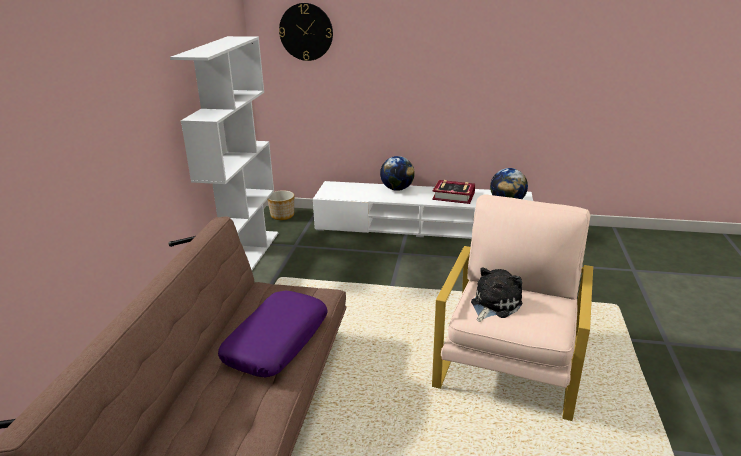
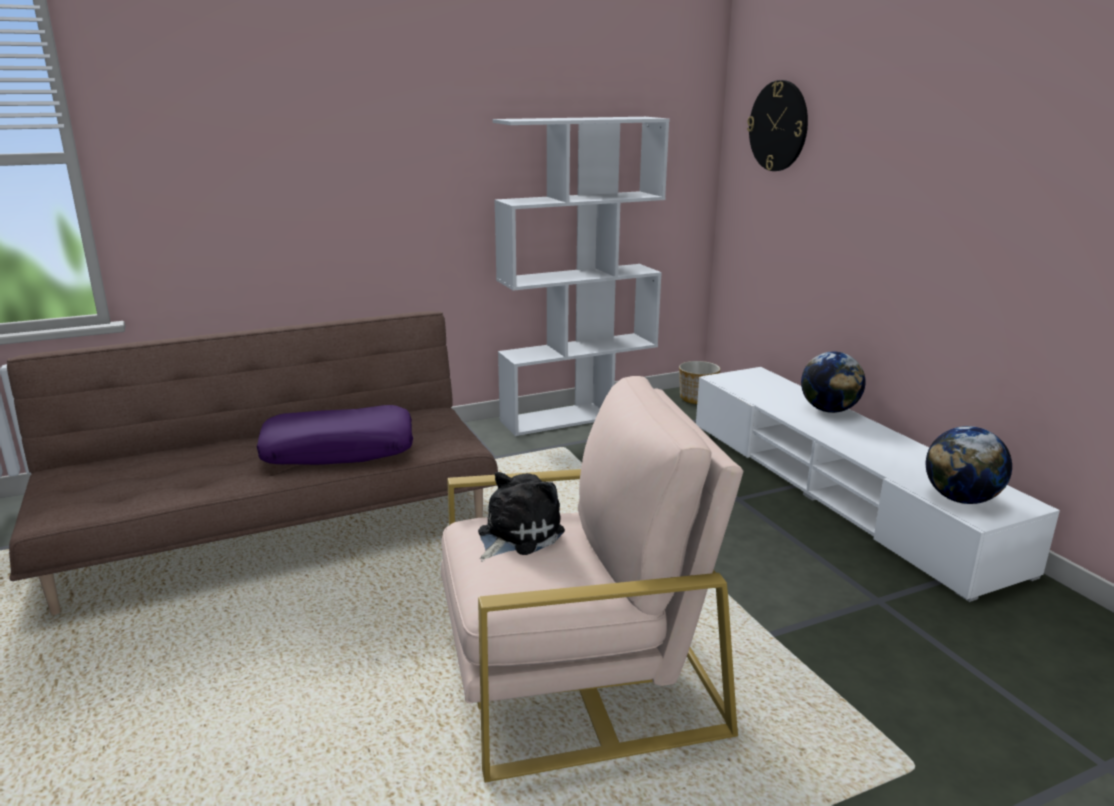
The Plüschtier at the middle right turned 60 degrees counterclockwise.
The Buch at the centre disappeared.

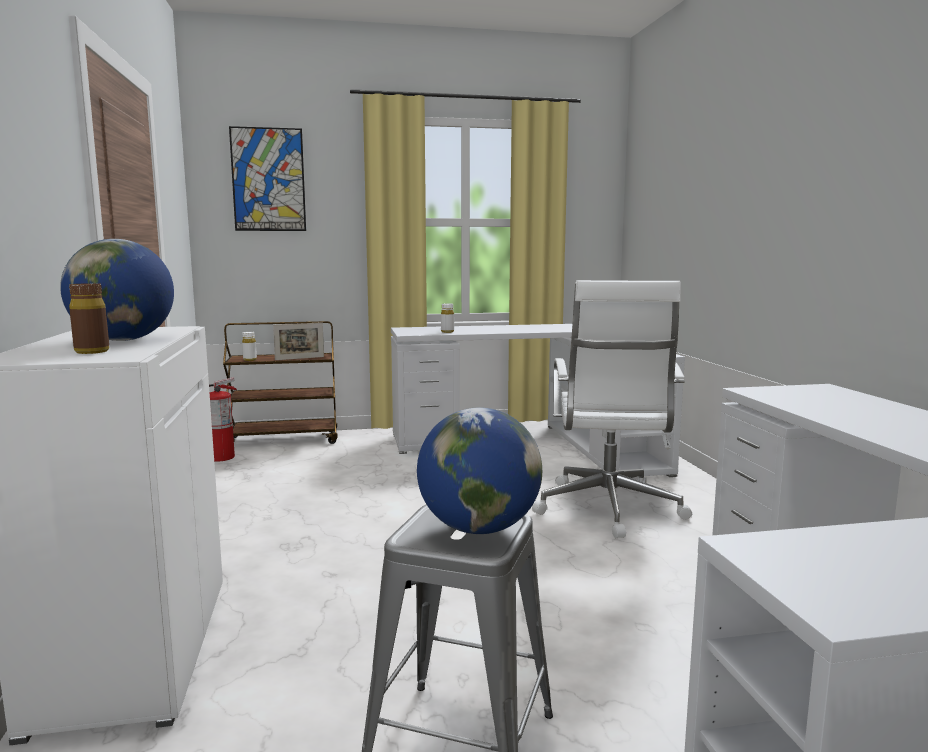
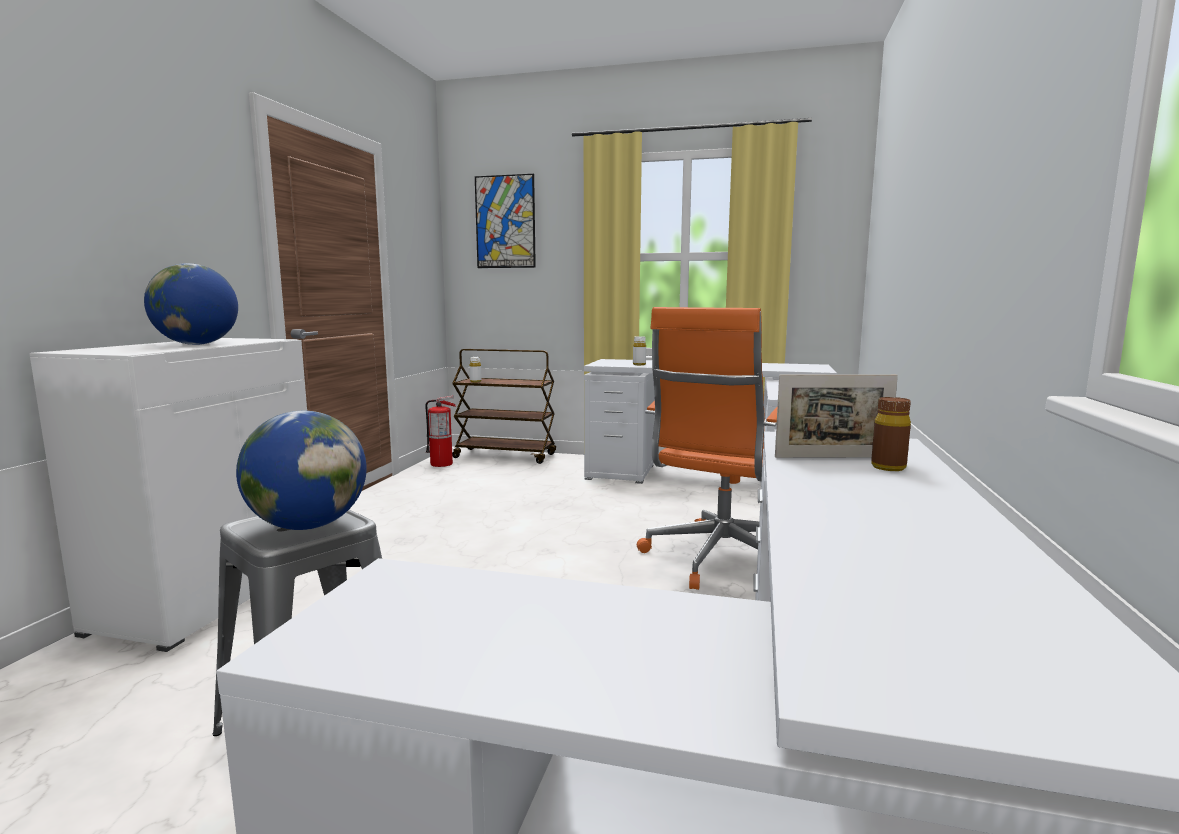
The Bürostuhl [weiß] at the centre became the Bürostuhl [orange] at the centre.
The Bilderrahmen moved from the middle left to the middle right.
The Flasche [braun] moved from the middle left to the middle right.

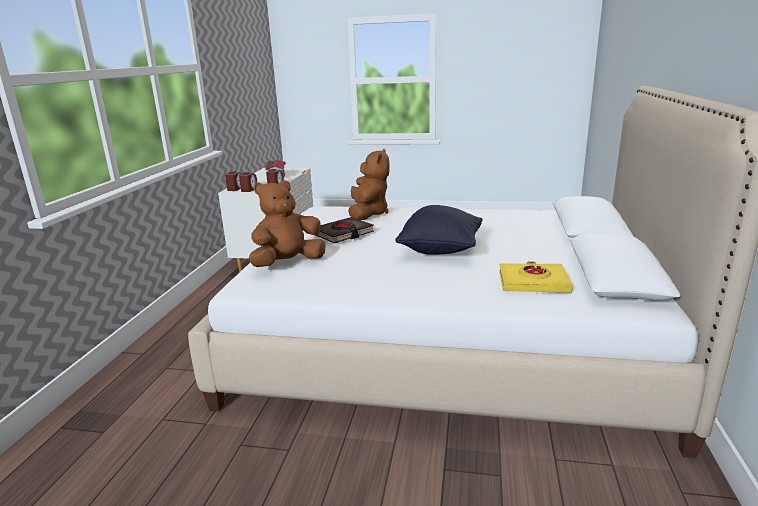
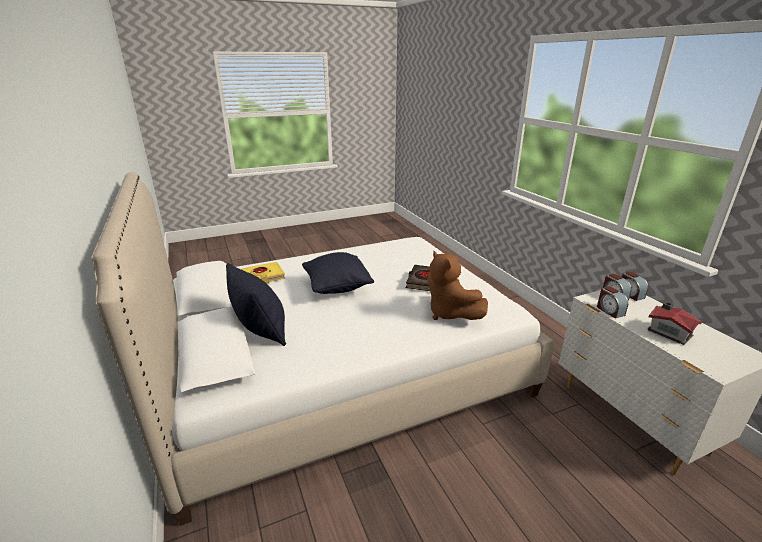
The Kissen [schwarz] (no. 1 from left) at the centre appeared.
The Plüschtier [braun] (no. 1 from left) at the centre disappeared.

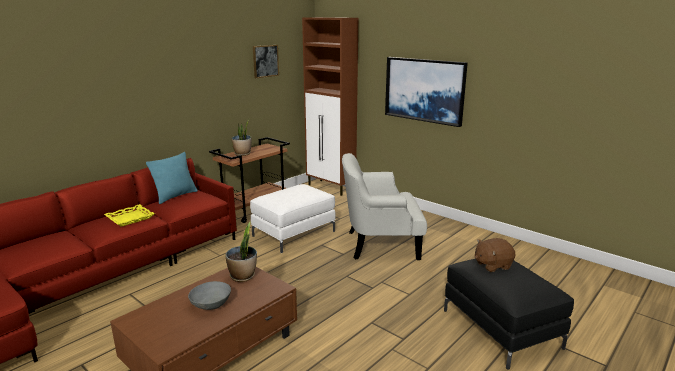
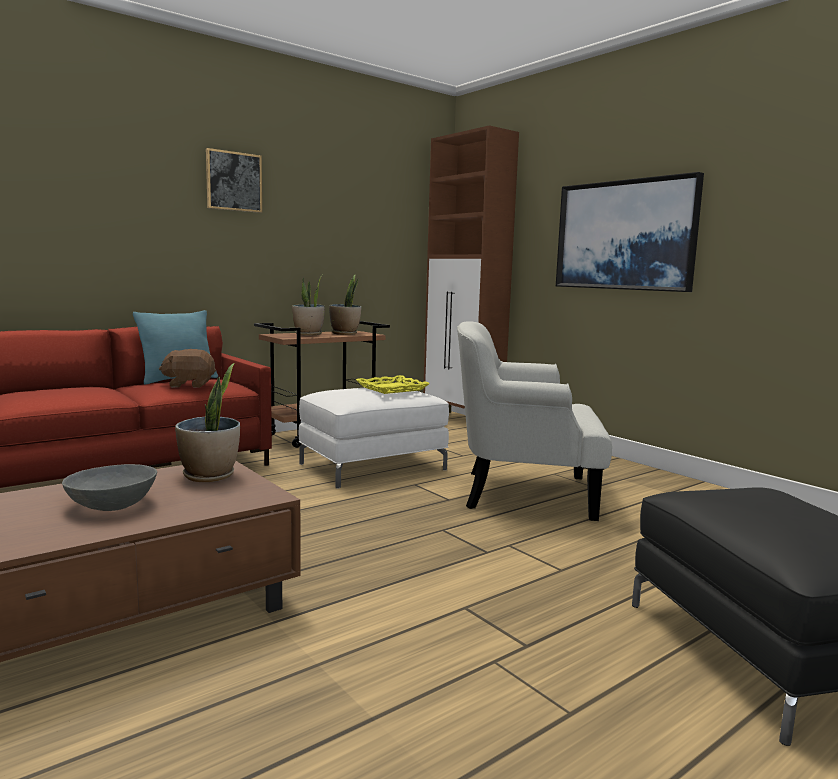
The Plüschtier [braun] moved from the bottom right to the middle left.
The Bild (no. 1 from left) moved from the top centre to the top left.
The Topfpflanze (no. 3 from left) at the centre appeared.
The Tablett [gelb] moved from the middle left to the centre.

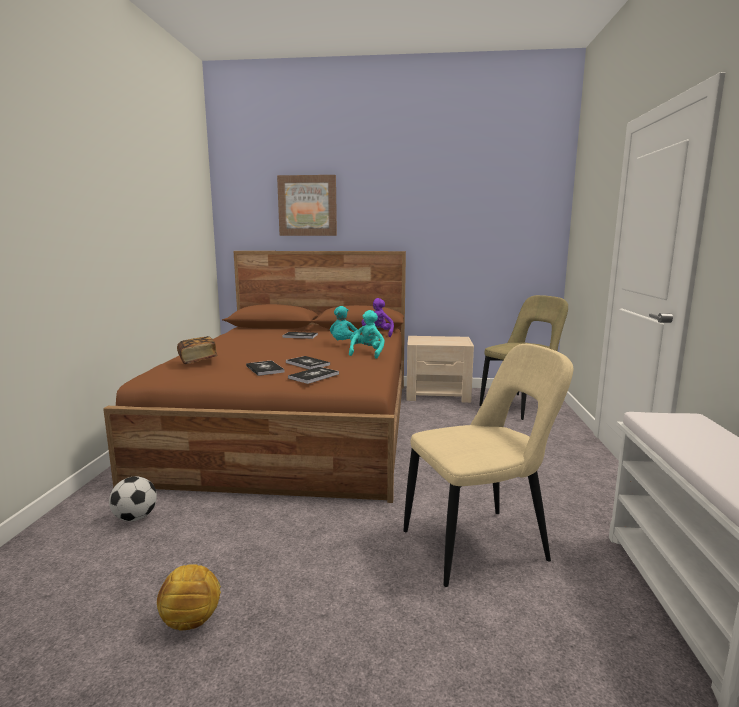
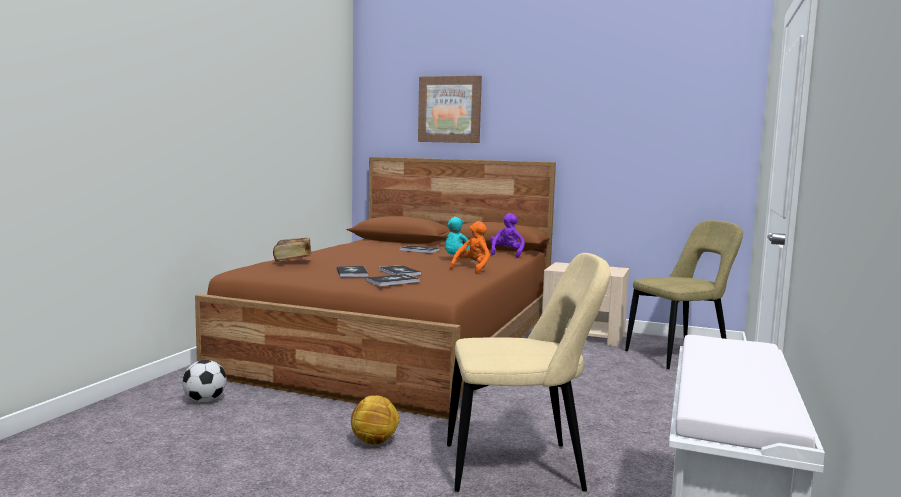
The Fußball (no. 2 from left) moved from the bottom left to the bottom centre.
The Plüschtier [türkis] (no. 2 from left) at the centre became the Plüschtier [orange] at the centre.

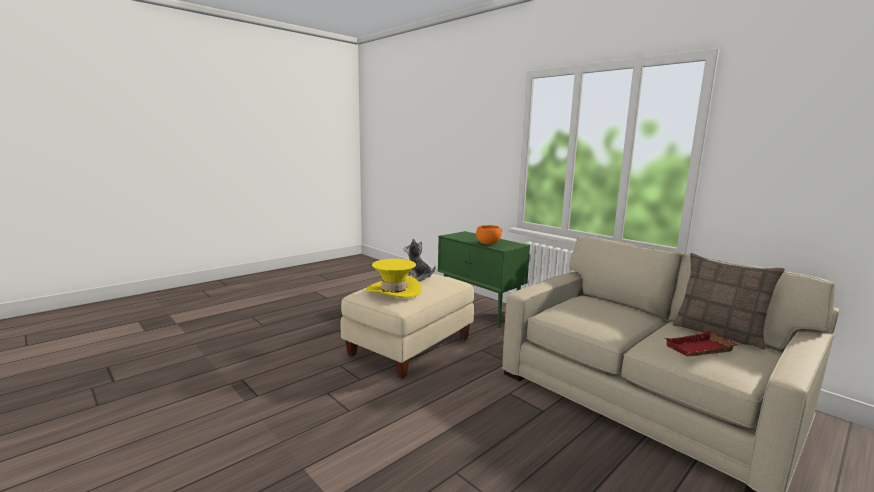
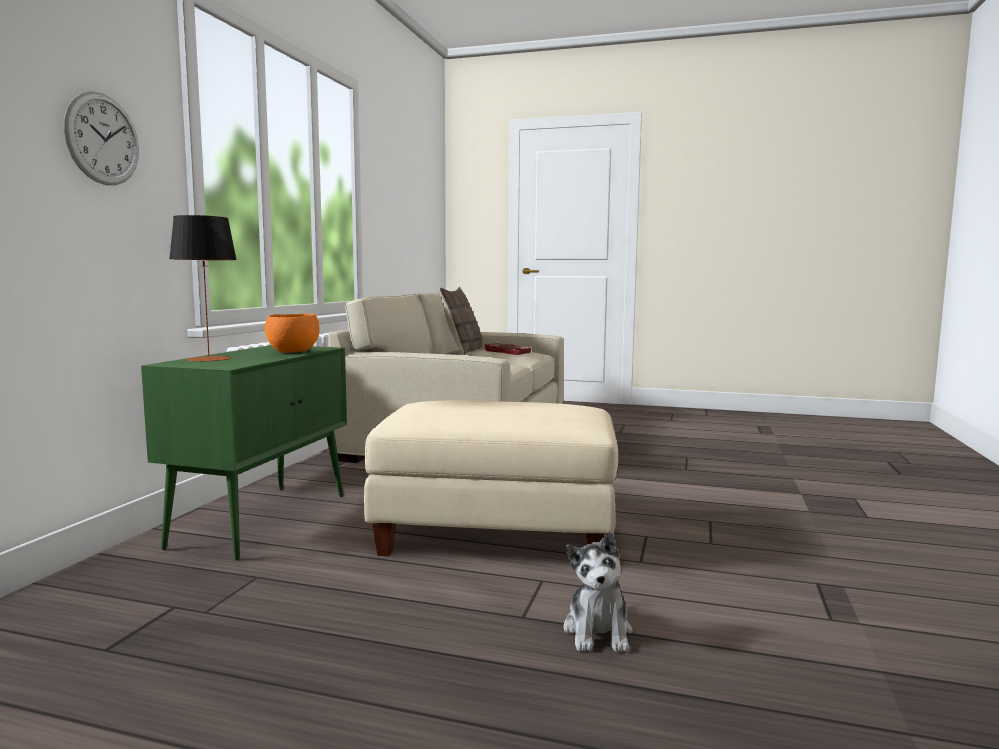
The Wanduhr at the top left appeared.
The Tischlampe at the middle left appeared.
The Plüschtier moved from the centre to the bottom centre.
The Hut [gelb] at the centre disappeared.

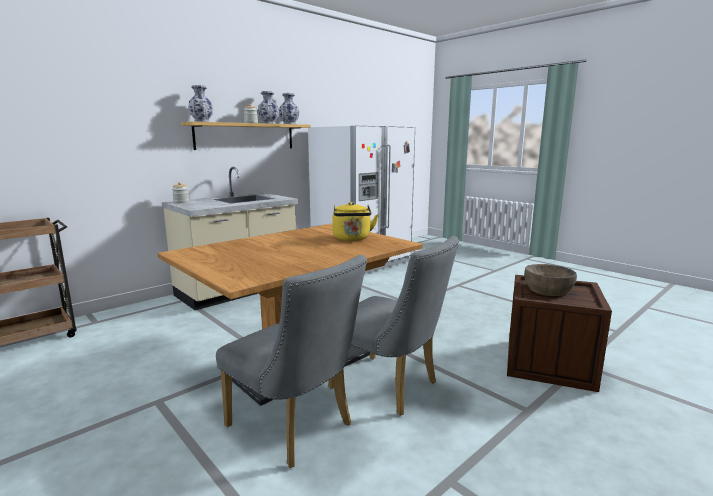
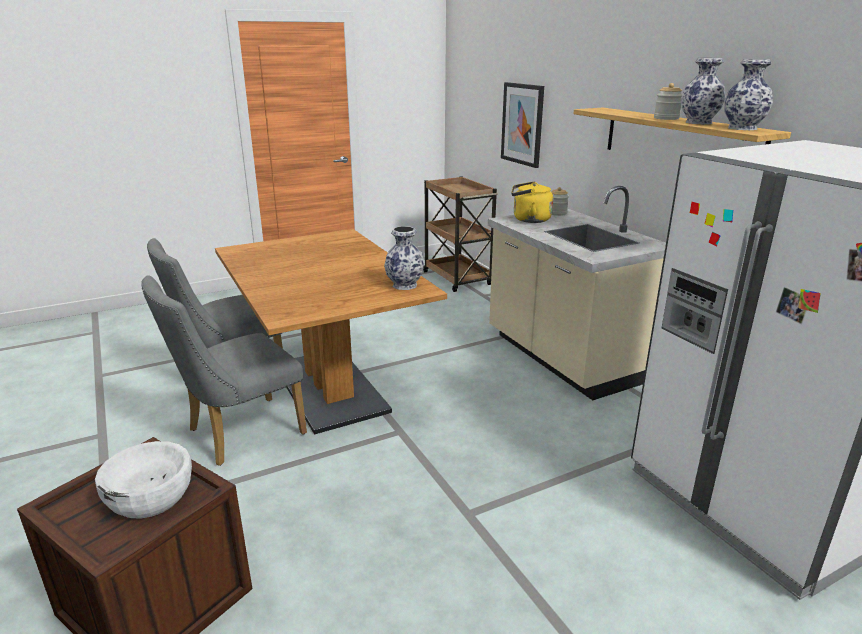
The Schüssel [braun] at the middle right became the Schüssel [weiß] at the bottom left.
The Vase (no. 1 from left) moved from the top left to the centre.
The Bild at the top centre appeared.
The Wasserkessel [gelb] moved from the centre to the top centre.

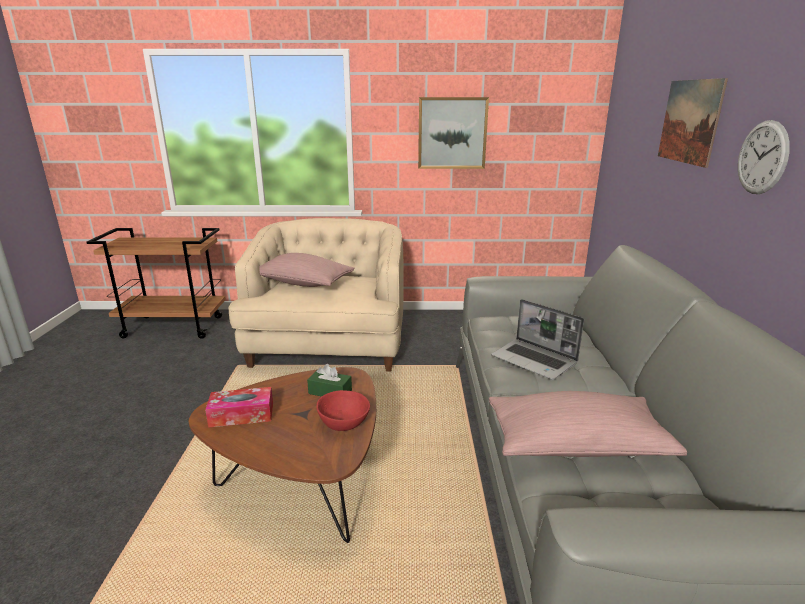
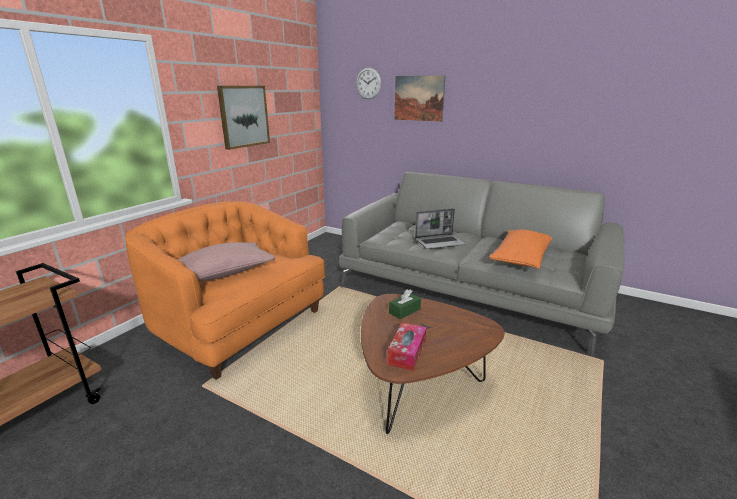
The Sessel [beige] at the centre became the Sessel [orange] at the middle left.
The Wanduhr moved from the top right to the top centre.
The Kissen [rosa] (no. 2 from left) at the bottom right became the Kissen [orange] at the middle right.
The Schüssel [rot] at the bottom centre disappeared.

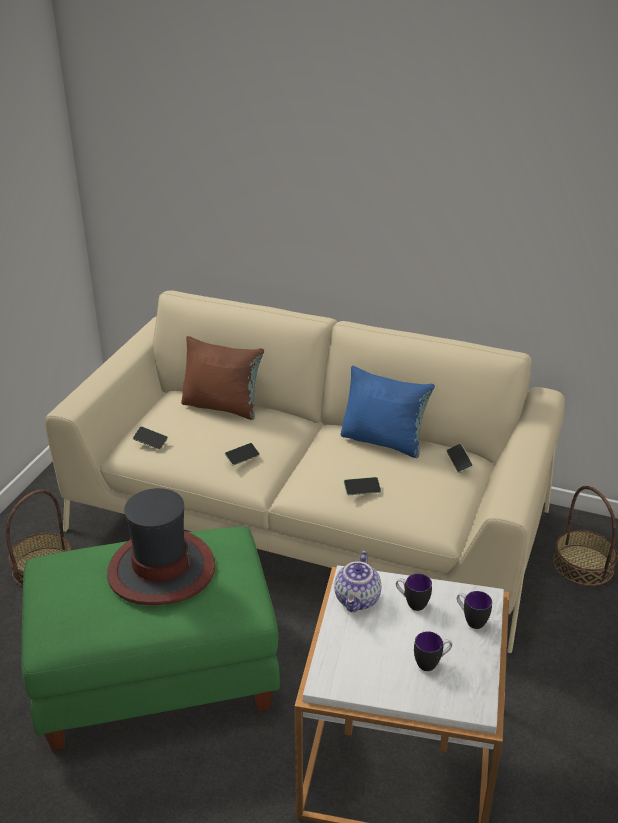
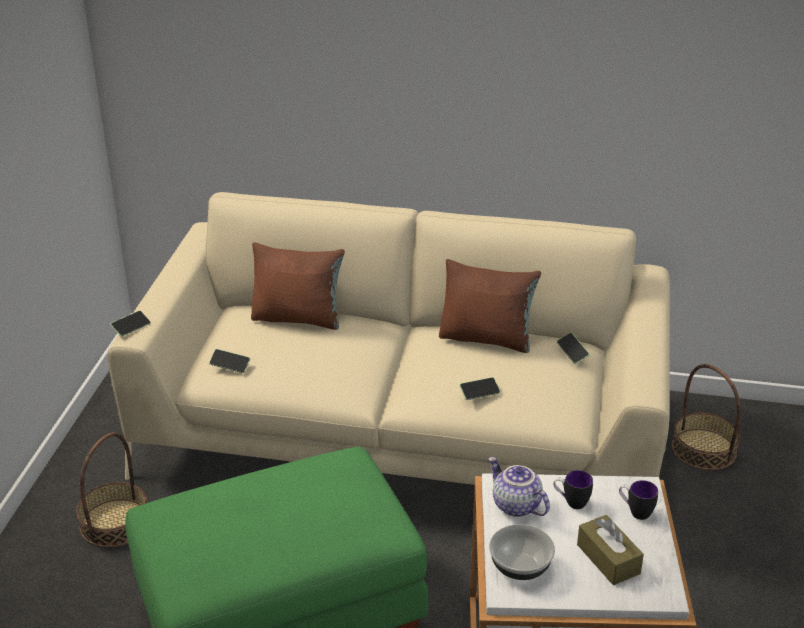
The Handy (no. 2 from left in the first image) moved from the centre to the middle left.
The Kissen [blau] at the centre became the Kissen [braun] (no. 2 from left) at the centre.
The Teekanne at the bottom centre turned 135 degrees clockwise.
The Schüssel at the bottom centre appeared.
The Henkelbecher (no. 2 from left) at the bottom right was replaced by the Taschentuchbox [braun] at the bottom right.
The Hut at the middle left disappeared.

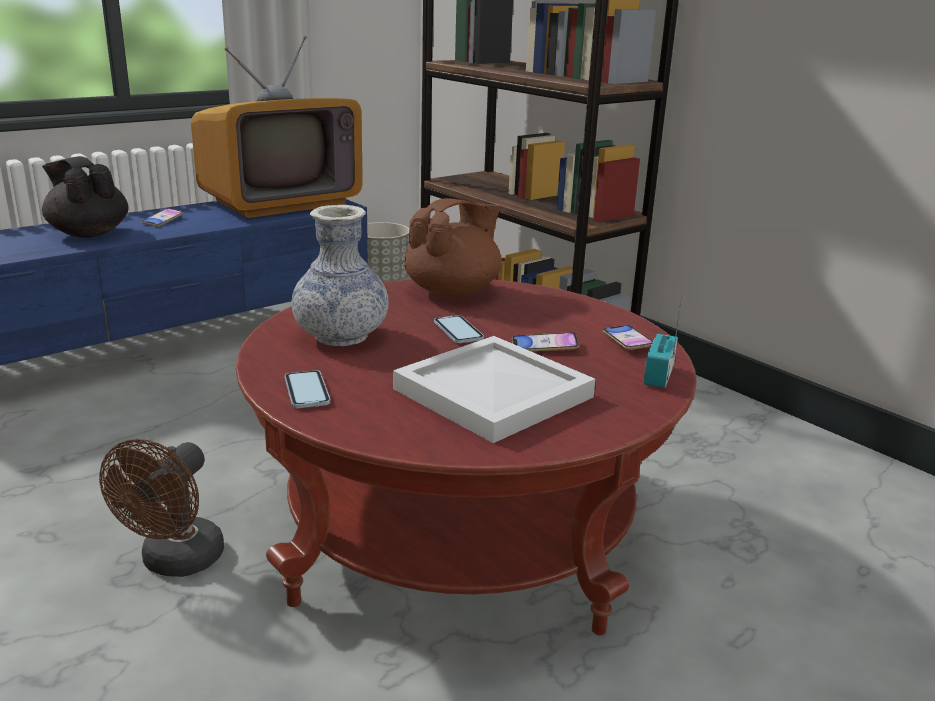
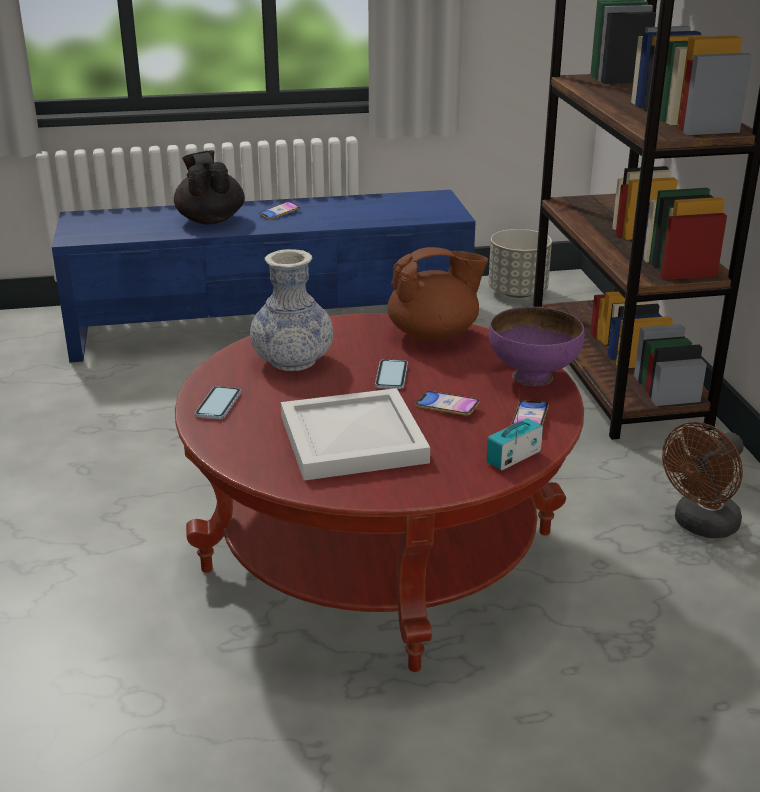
The Schüssel [lila] at the middle right appeared.
The Ventilator [braun] moved from the bottom left to the middle right.
The Fernseher at the top left disappeared.

